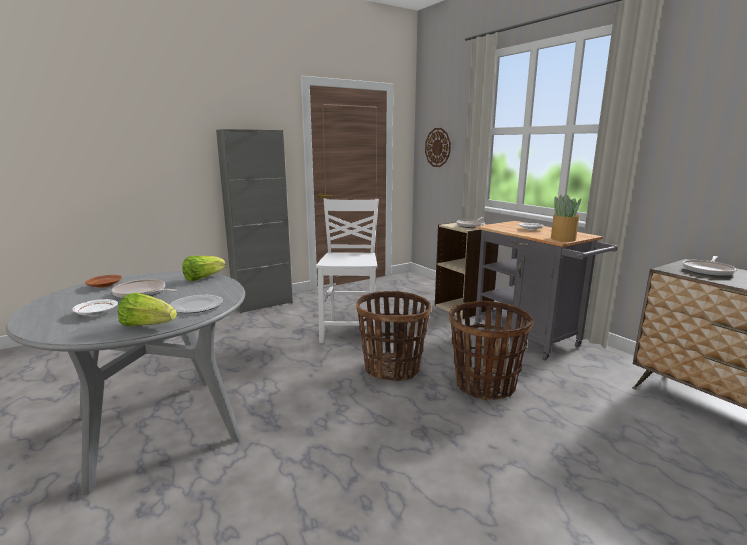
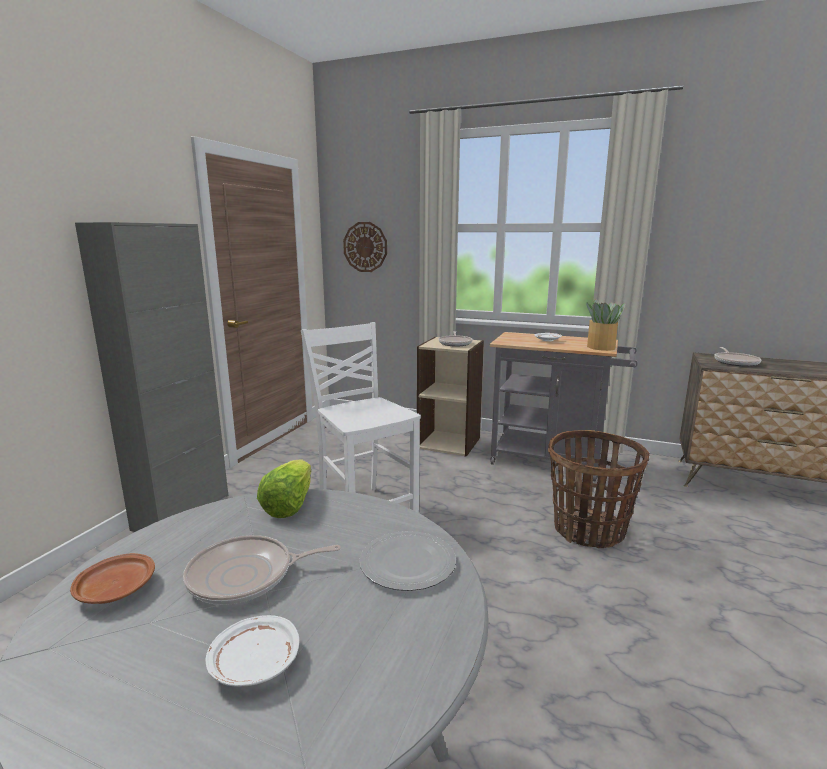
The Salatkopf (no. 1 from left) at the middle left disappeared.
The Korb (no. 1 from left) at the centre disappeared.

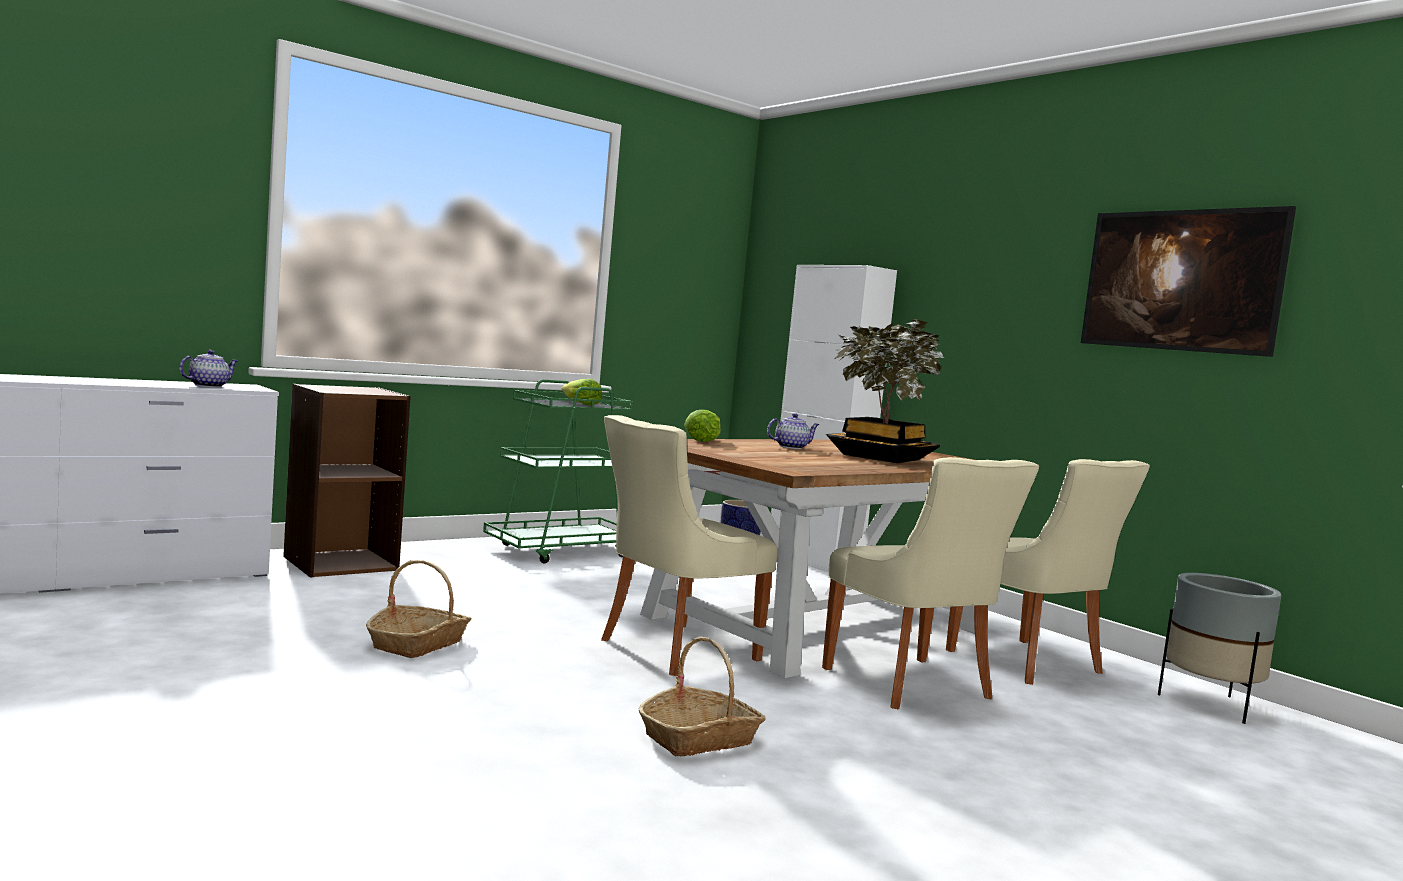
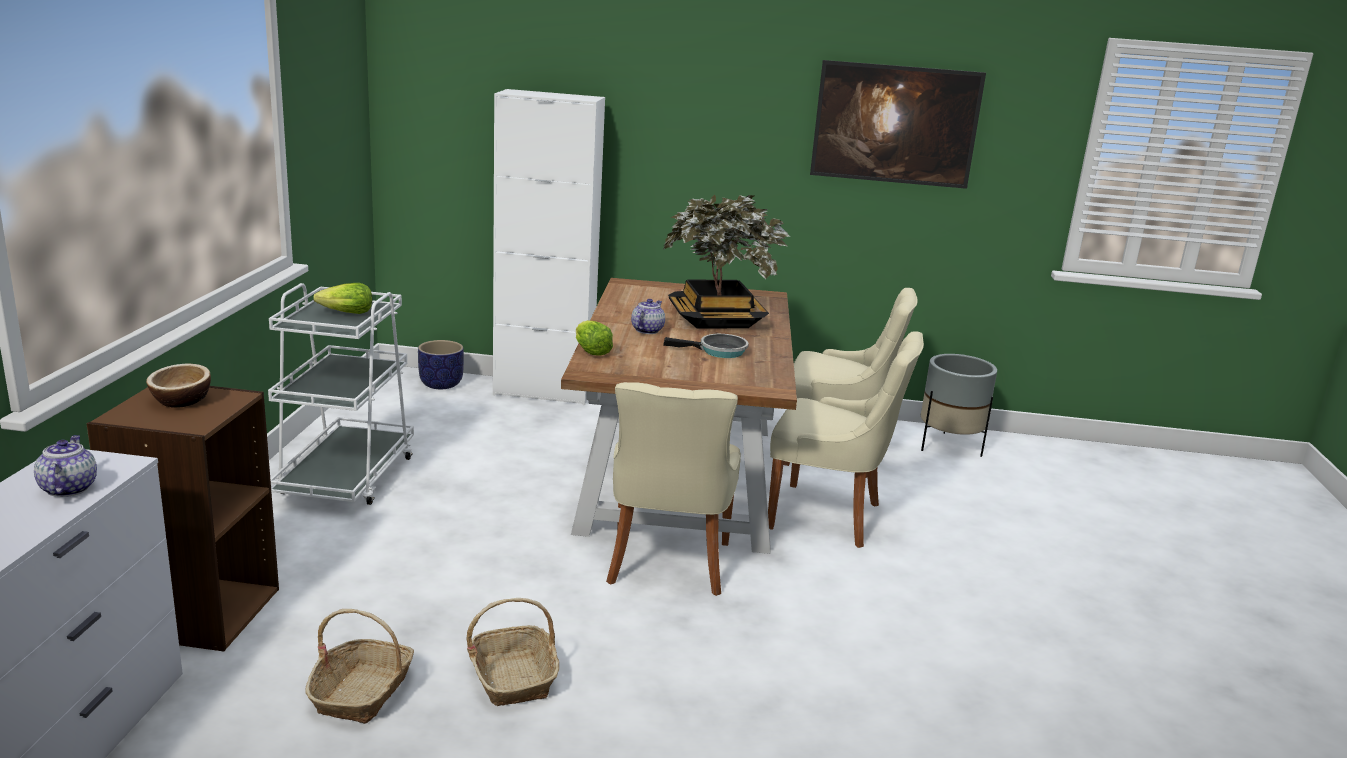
The Schüssel at the middle left appeared.
The Rollwagen [grün] at the centre became the Rollwagen [weiß] at the middle left.
The Korb (no. 2 from left in the first image) moved from the bottom centre to the bottom left.
The Pfanne at the centre appeared.

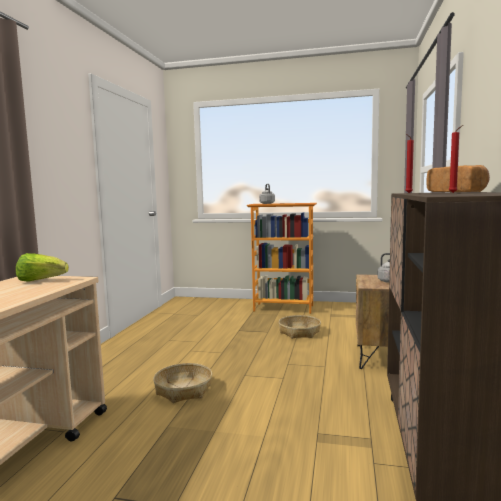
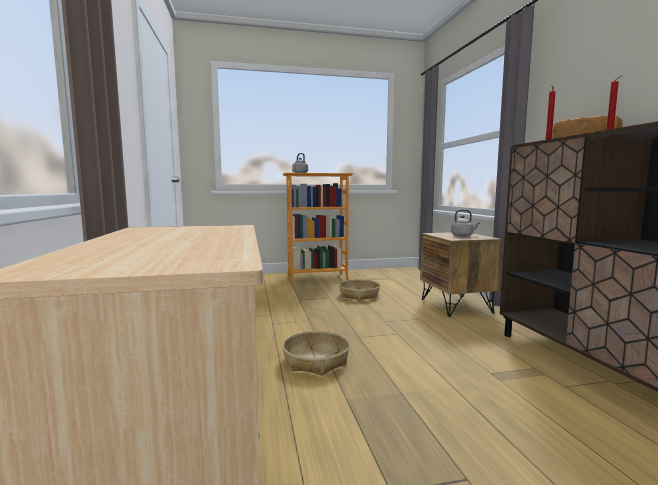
The Salatkopf at the middle left disappeared.

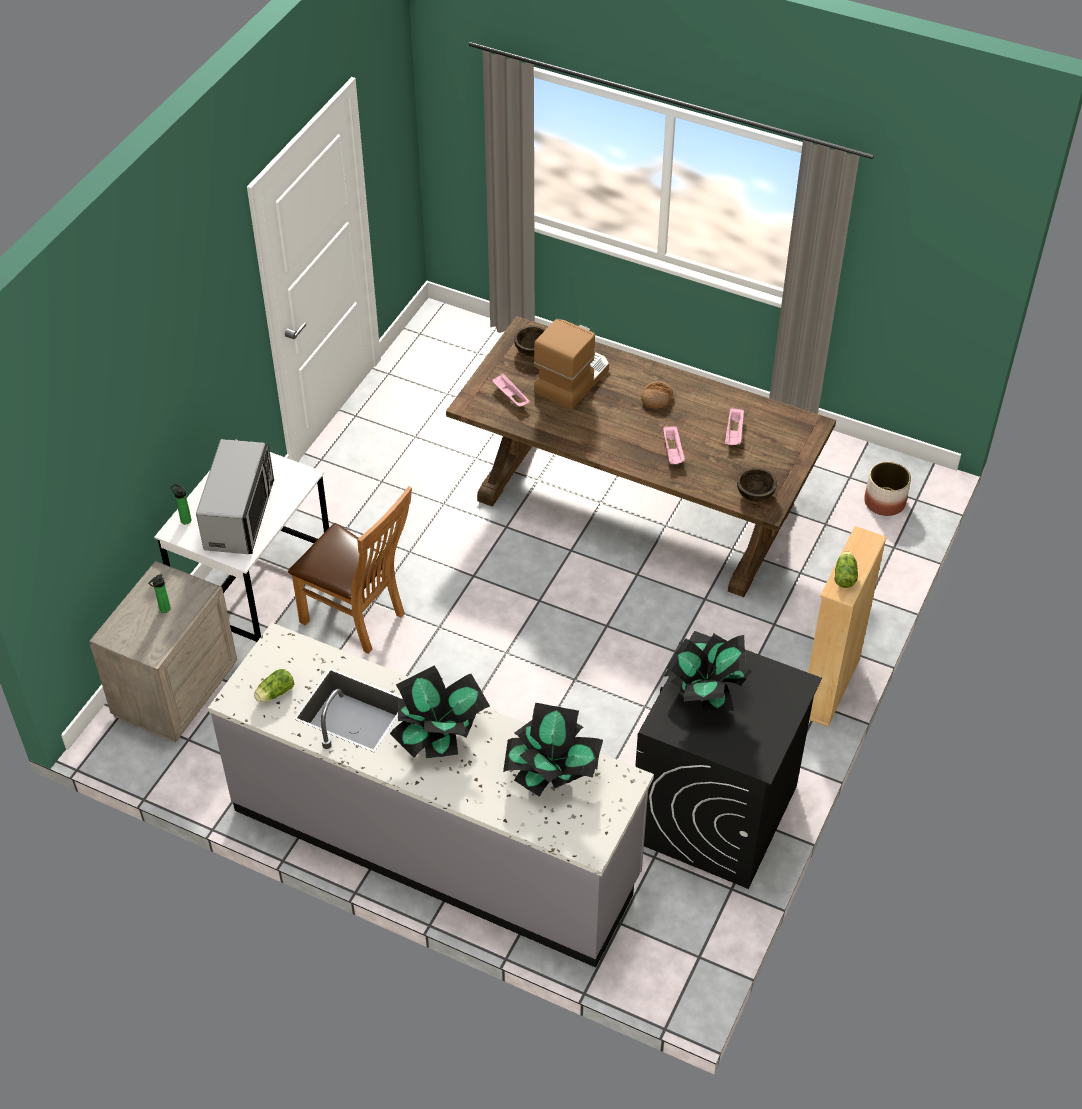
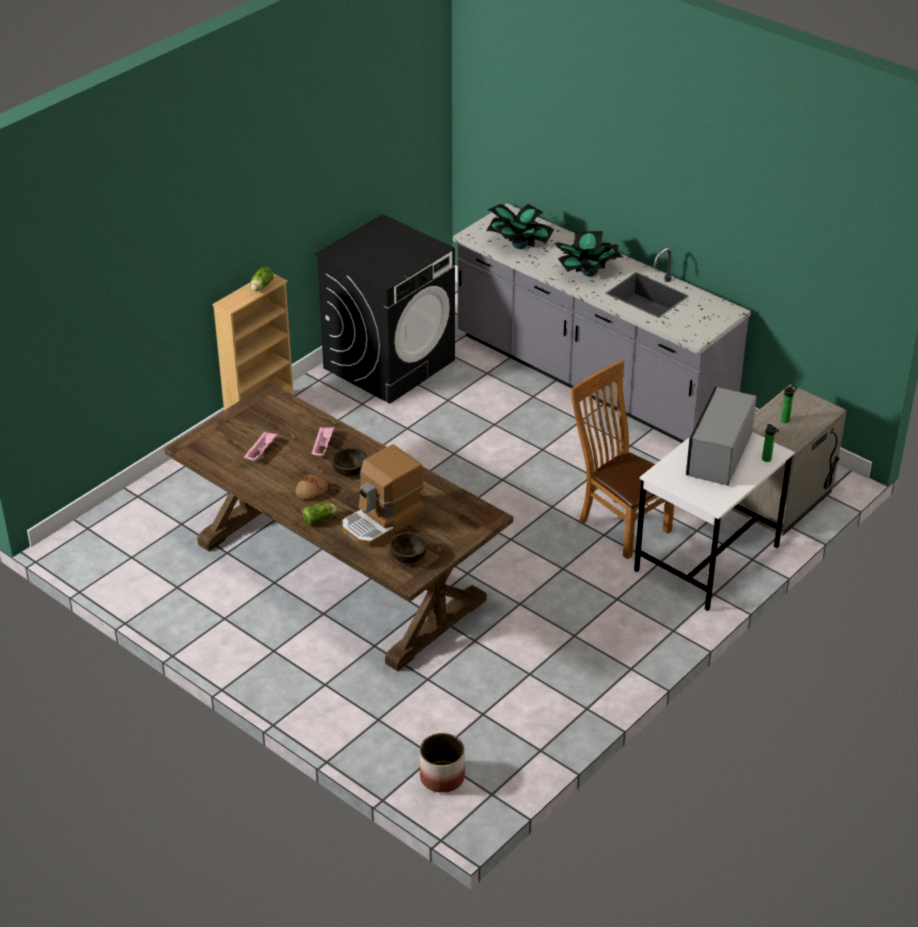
The Salatkopf (no. 1 from left in the first image) moved from the middle left to the centre.
The Schüssel [braun] (no. 2 from left in the first image) moved from the middle right to the centre.
The Pflanzkübel moved from the middle right to the bottom centre.
The Tablett [rosa] (no. 1 from left) at the centre disappeared.
The Topfpflanze (no. 3 from left) at the centre disappeared.

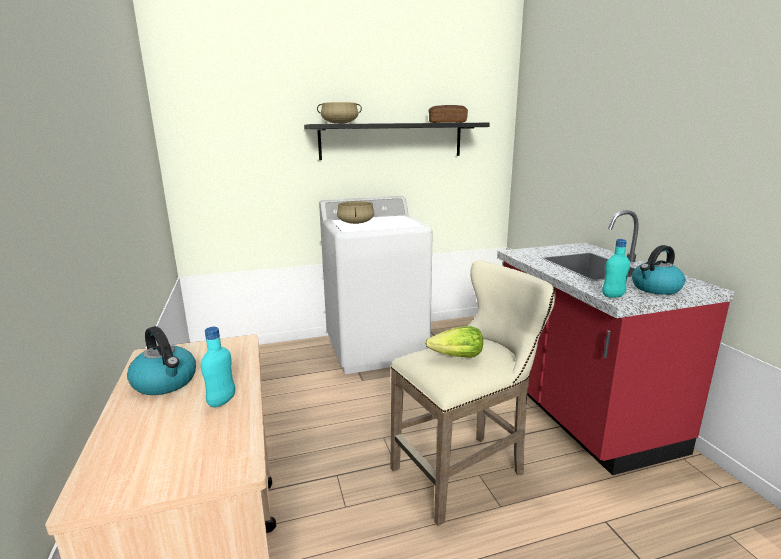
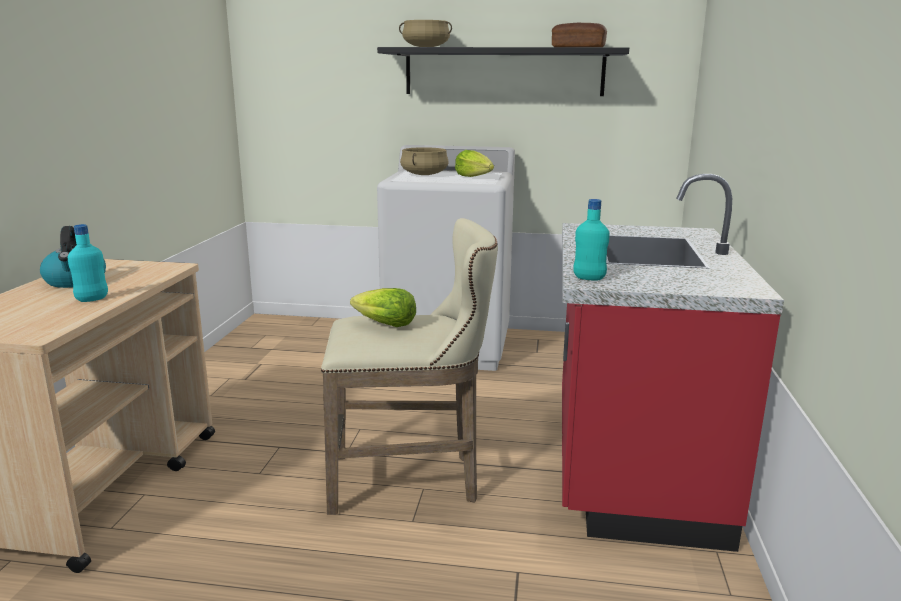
The Salatkopf (no. 2 from left) at the top centre appeared.
The Wasserkessel (no. 2 from left) at the middle right disappeared.

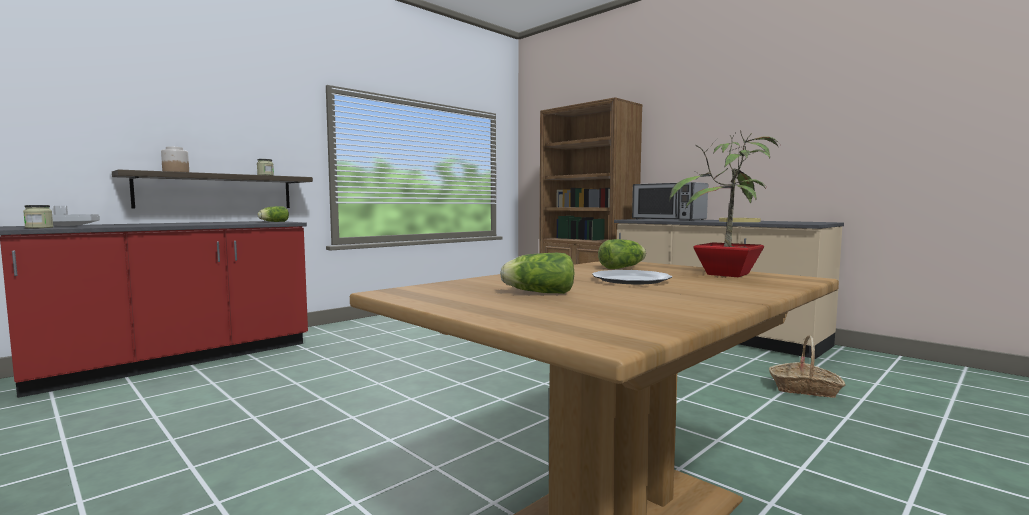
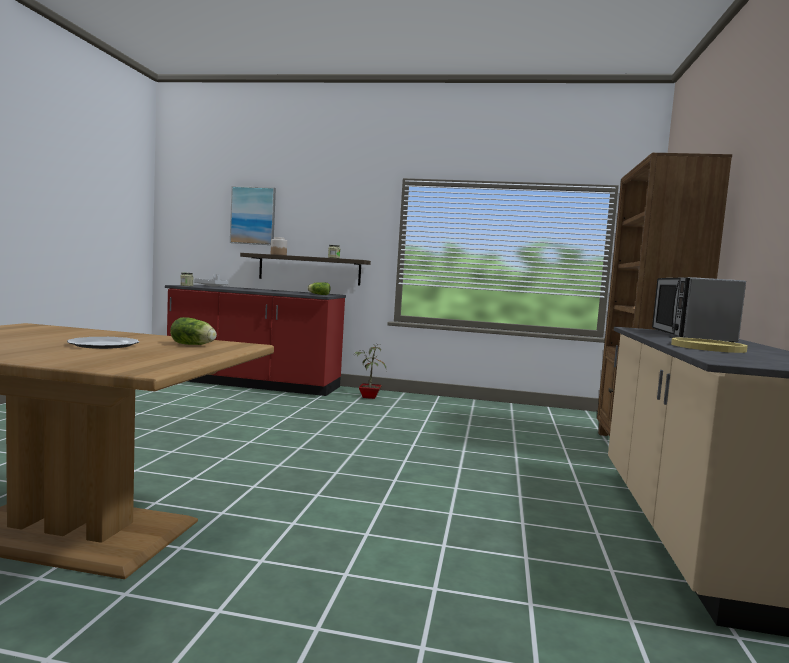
The Bild at the top left appeared.
The Topfpflanze moved from the middle right to the centre.
The Salatkopf (no. 2 from left) at the centre disappeared.
The Korb at the bottom right disappeared.

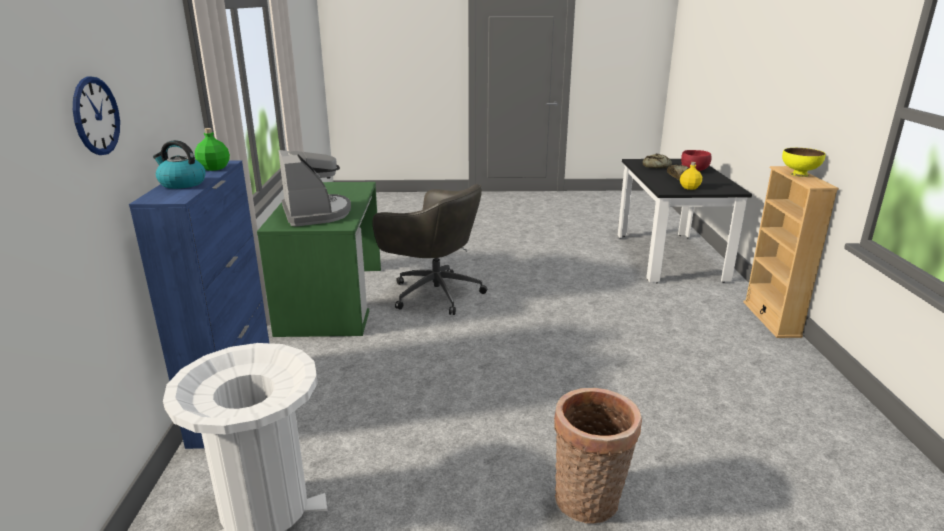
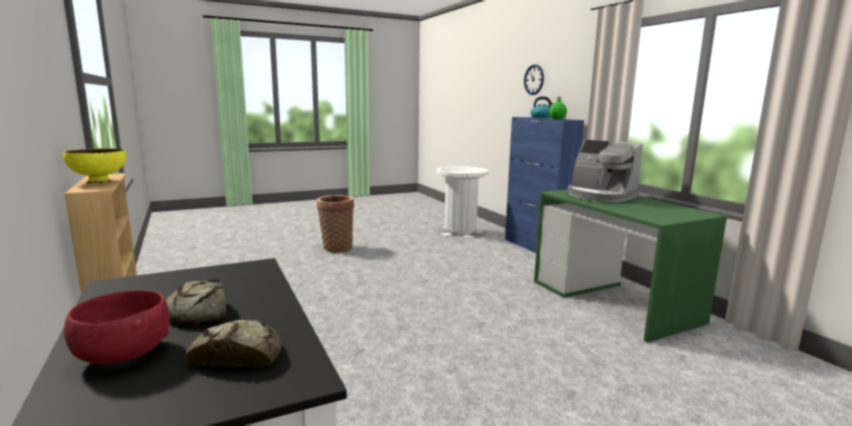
The Bürostuhl [grau] at the centre disappeared.
The Flasche [gelb] at the top right disappeared.

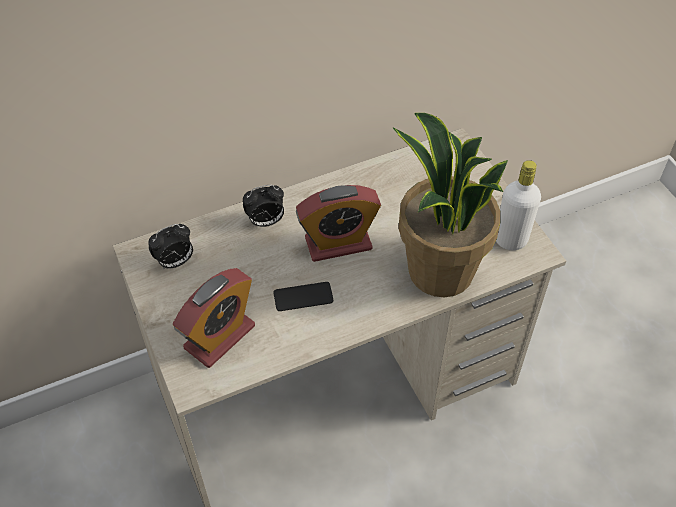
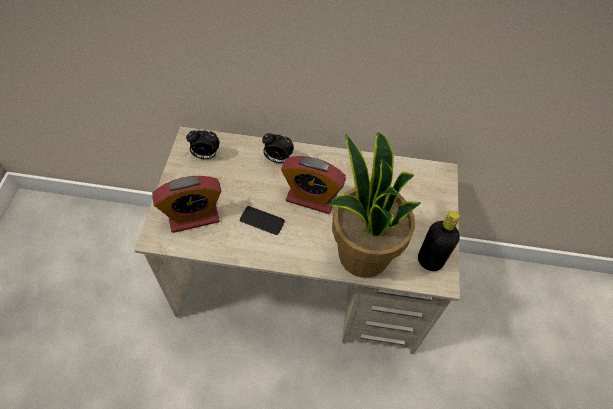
The Flasche [weiß] at the middle right became the Flasche [schwarz] at the middle right.

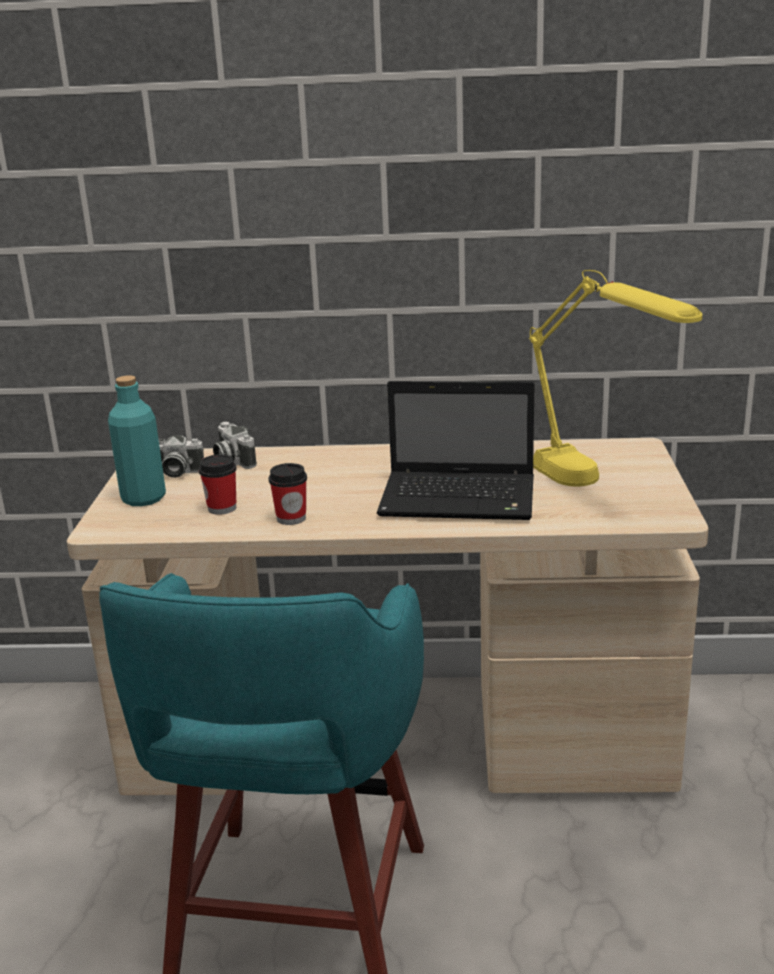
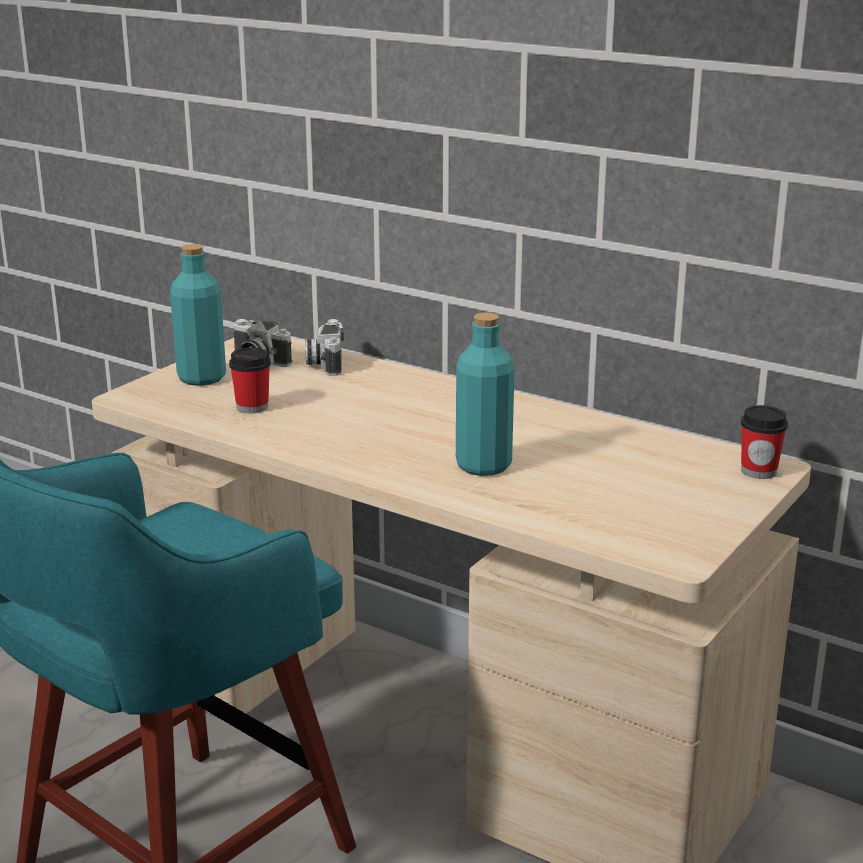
The Laptop at the centre was replaced by the Flasche [türkis] (no. 2 from left) at the centre.
The Tasse (no. 2 from left) moved from the centre to the middle right.
The Tischlampe [gelb] at the middle right disappeared.

